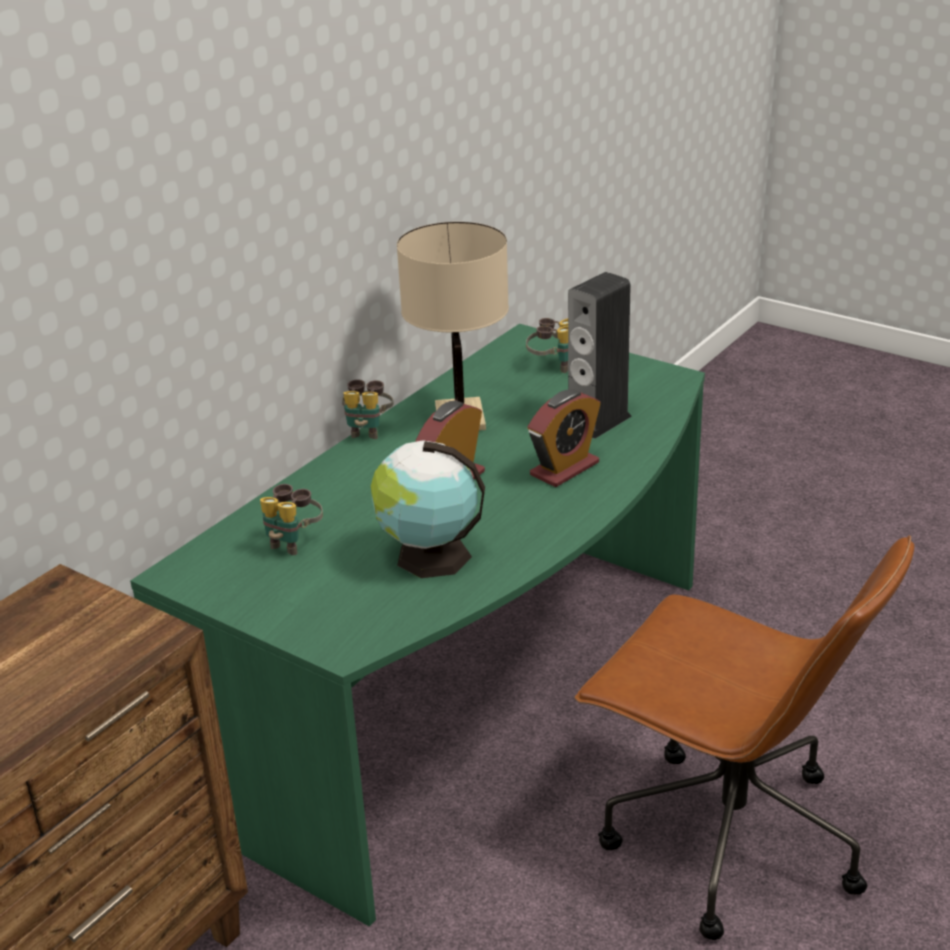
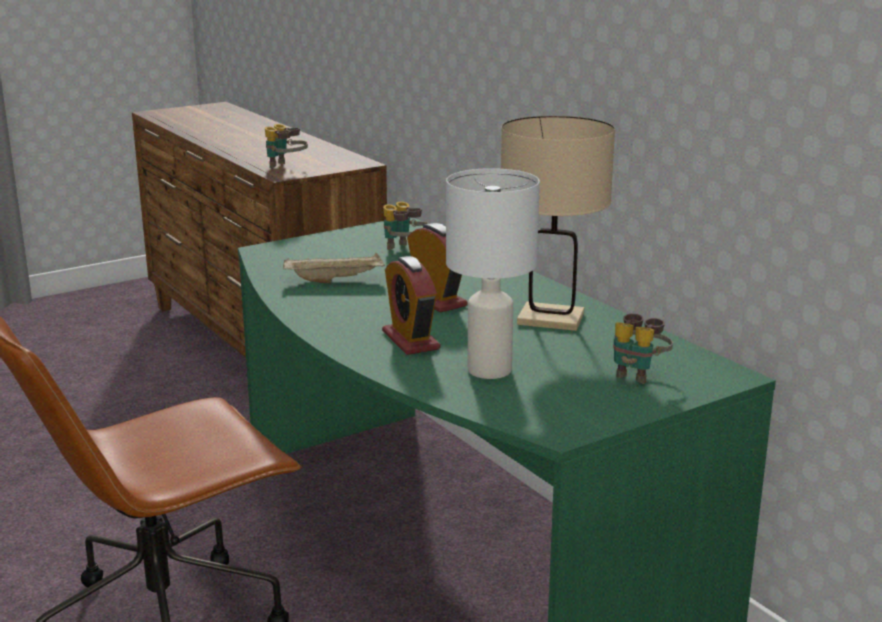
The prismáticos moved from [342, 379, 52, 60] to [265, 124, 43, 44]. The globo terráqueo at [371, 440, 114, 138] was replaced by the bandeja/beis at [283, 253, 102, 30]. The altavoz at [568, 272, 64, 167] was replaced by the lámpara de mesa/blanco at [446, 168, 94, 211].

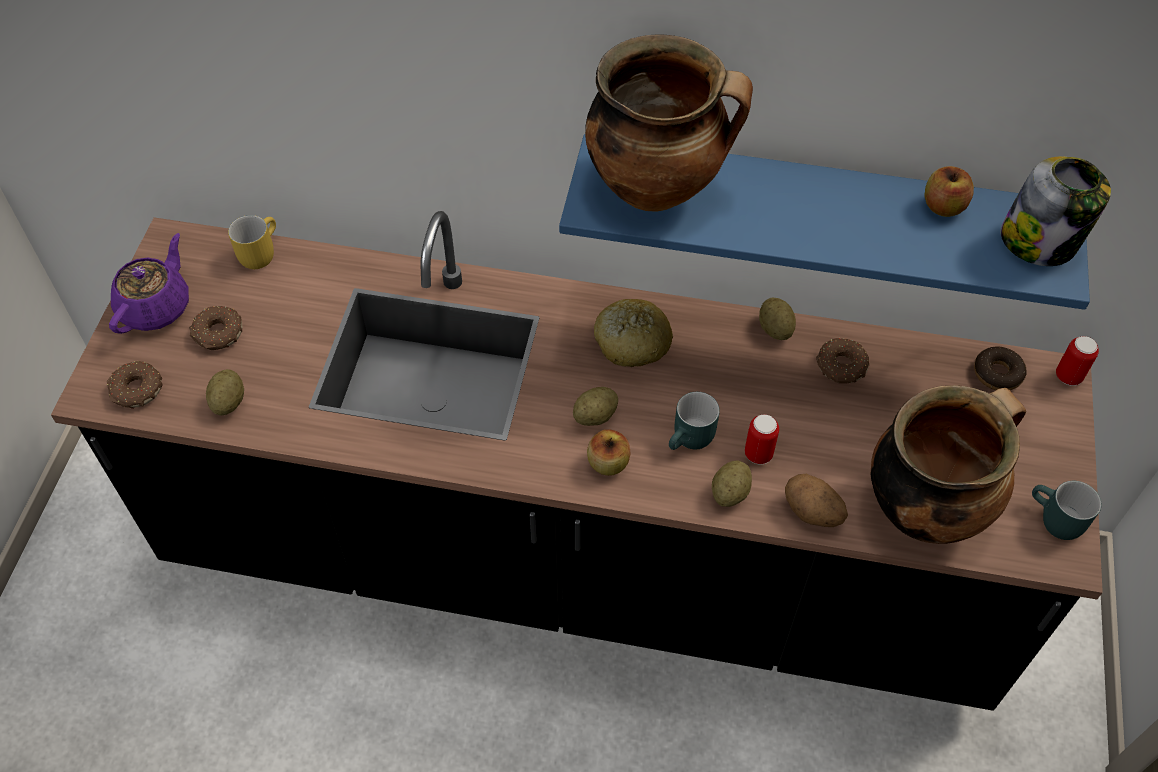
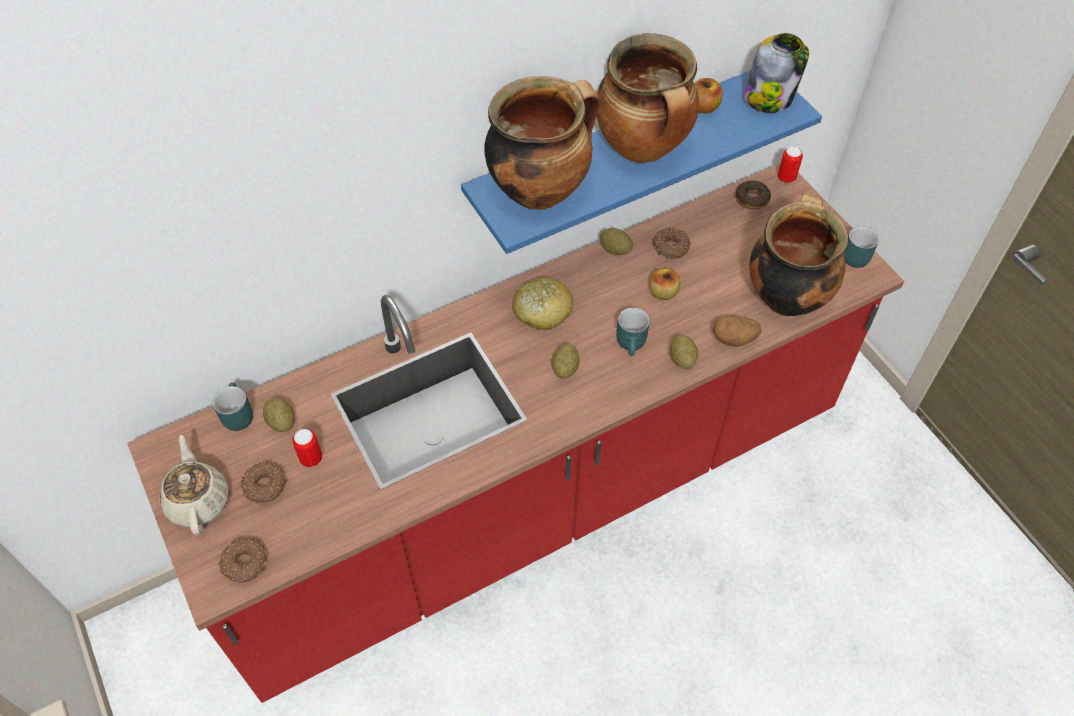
The mueble bajo de cocina/negro at [51, 211, 1052, 500] became the mueble bajo de cocina/rojo at [127, 163, 777, 540]. The tetera/morado at [109, 233, 80, 101] became the tetera/beis at [159, 435, 69, 100]. The taza grande/amarillo at [228, 215, 48, 54] became the taza grande/turquesa at [213, 383, 40, 48]. The patata moved from [206, 369, 38, 47] to [263, 398, 32, 34]. The lata moved from [745, 414, 34, 51] to [292, 429, 30, 38]. The olla at [597, 33, 102, 130] appeared. The manzana moved from [587, 429, 43, 47] to [649, 268, 31, 32].

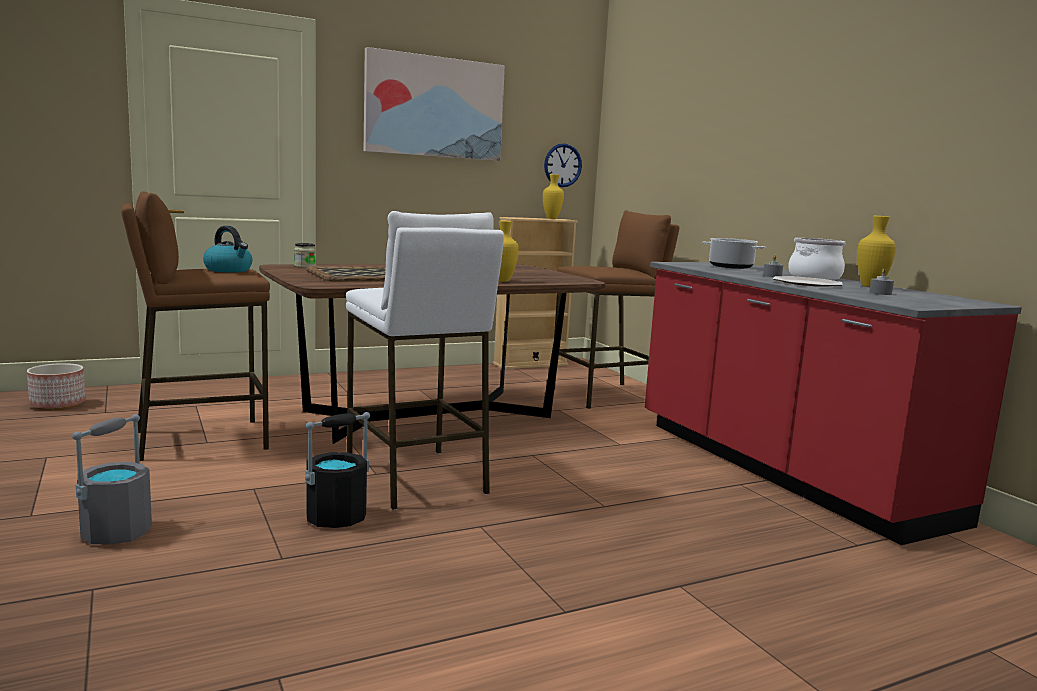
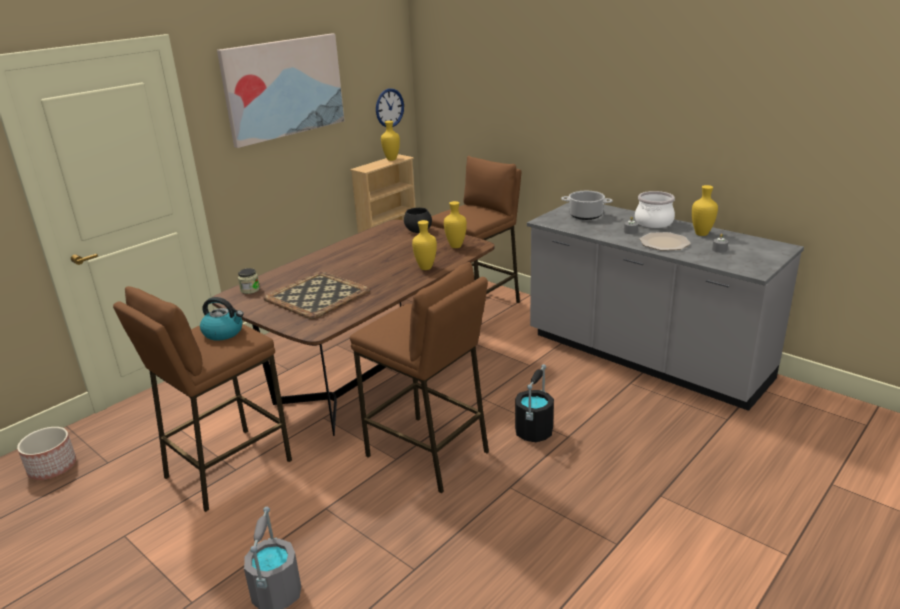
The taburete/blanco at [346, 211, 158, 299] became the taburete/marrón at [350, 262, 139, 232]. The cuenco/negro at [404, 208, 28, 25] appeared. The florero/amarillo at [444, 201, 23, 47] appeared. The cubo/negro moved from [305, 412, 65, 116] to [515, 364, 39, 79]. The mueble bajo de cocina/rojo at [645, 262, 377, 283] became the mueble bajo de cocina/gris at [527, 202, 277, 209].

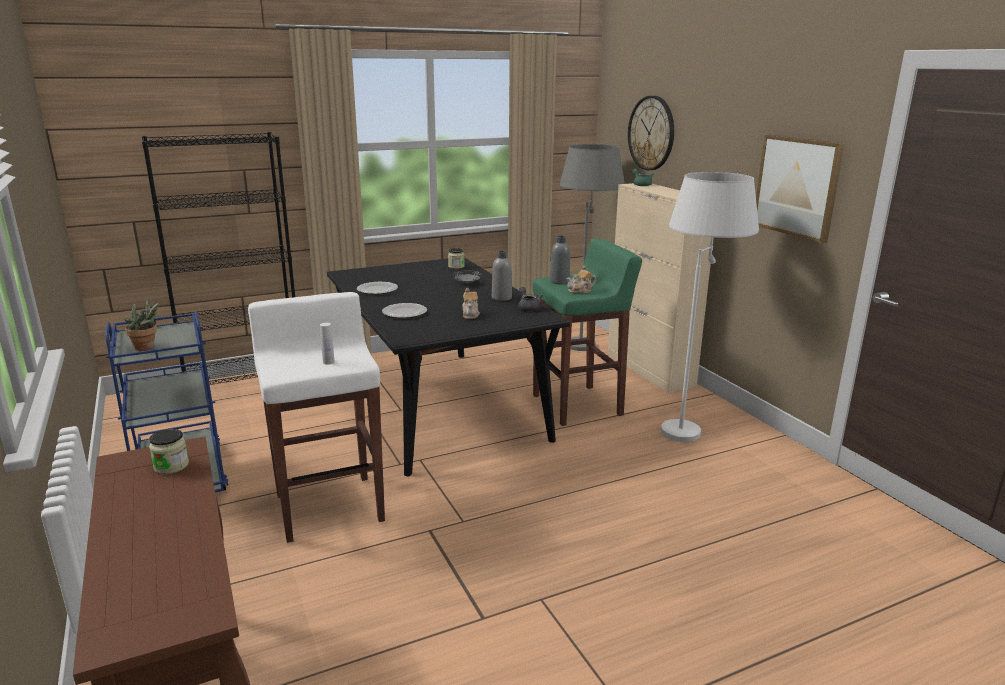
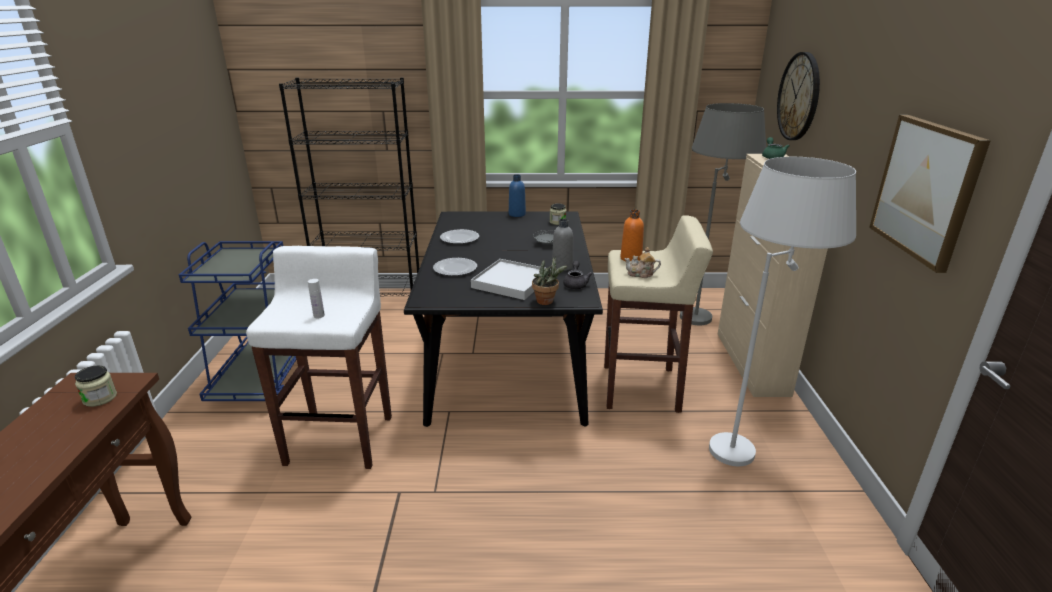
The tetera at [462, 288, 18, 31] was replaced by the bandeja/blanco at [471, 259, 80, 41]. The botella/azul at [509, 174, 17, 43] appeared. The planta en maceta moved from [124, 297, 35, 54] to [532, 256, 36, 49]. The taburete/verde at [533, 238, 109, 188] became the taburete/beis at [604, 215, 109, 198]. The botella/gris at [550, 236, 20, 48] became the botella/naranja at [620, 210, 24, 51].

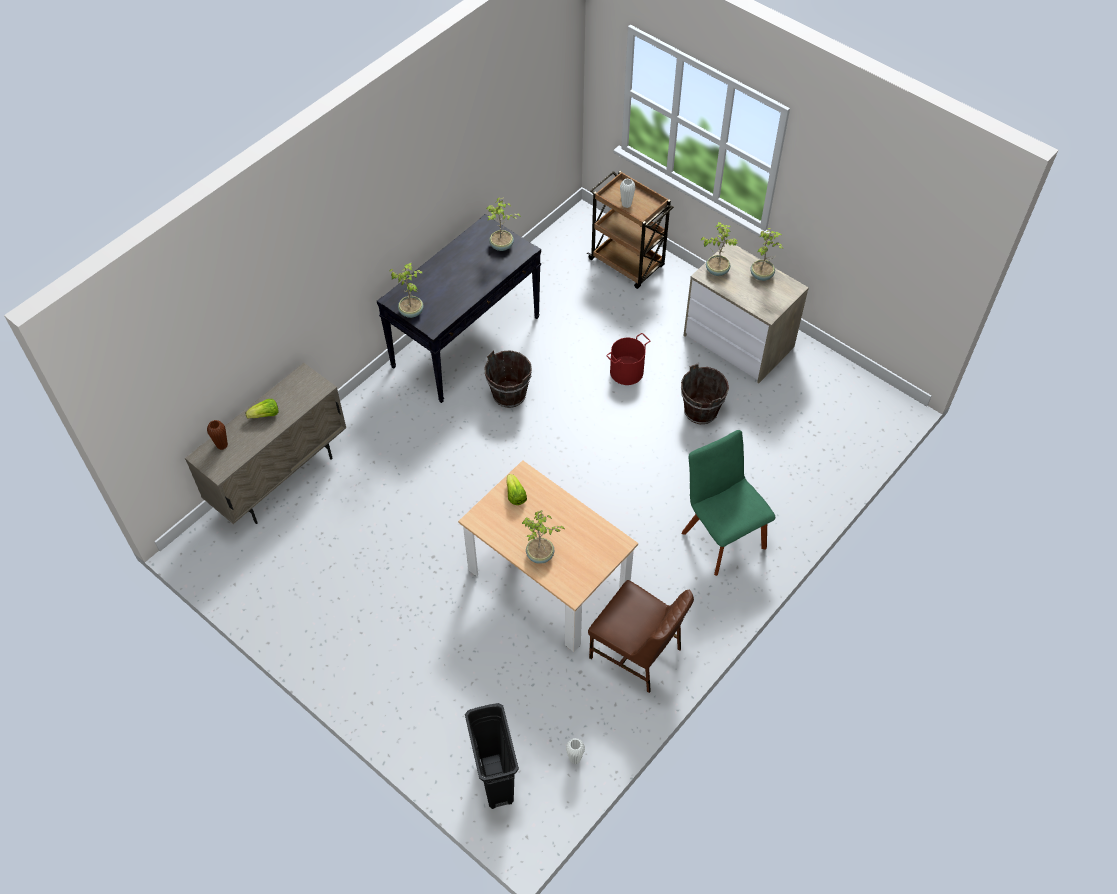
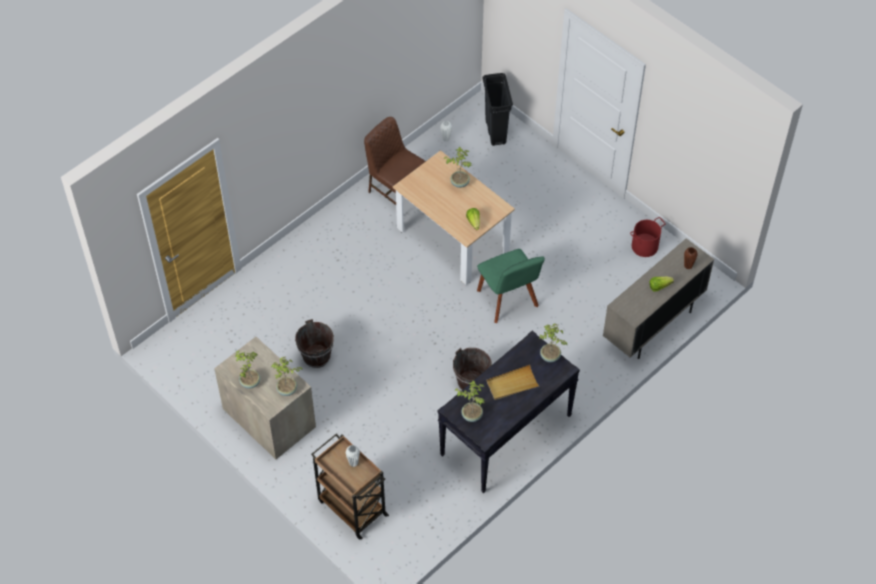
The silla/verde moved from [682, 430, 93, 146] to [477, 249, 68, 74]. The bandeja/beis at [486, 365, 53, 35] appeared. The cubo/rojo moved from [606, 333, 44, 52] to [630, 217, 36, 40].

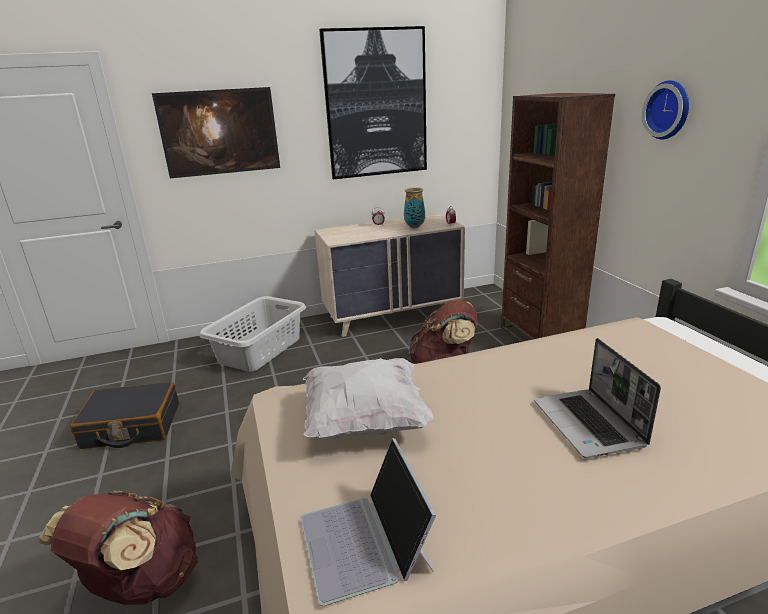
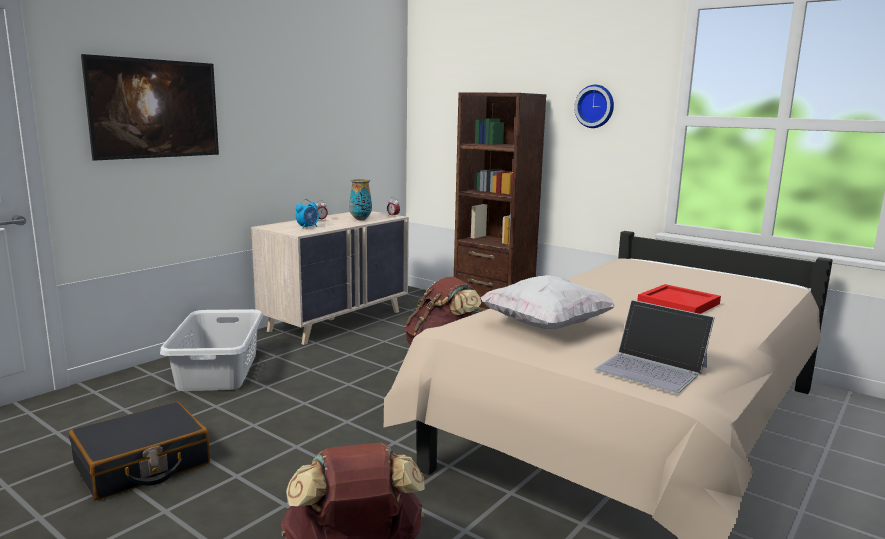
The despertador at [296, 199, 23, 30] appeared. The portátil at [534, 338, 127, 120] was replaced by the bandeja/rojo at [637, 284, 84, 30]. The cuadro at [319, 26, 108, 153] disappeared.

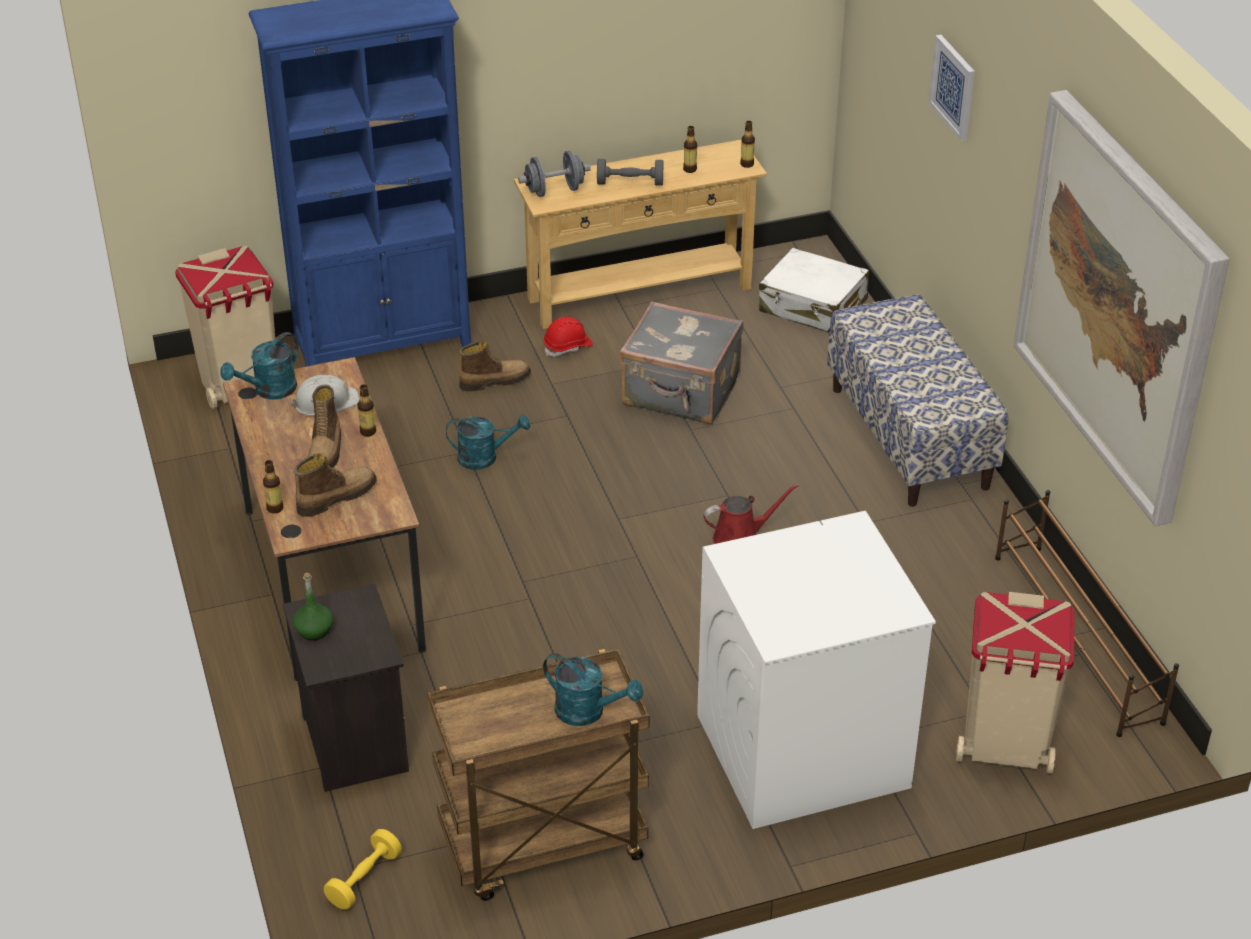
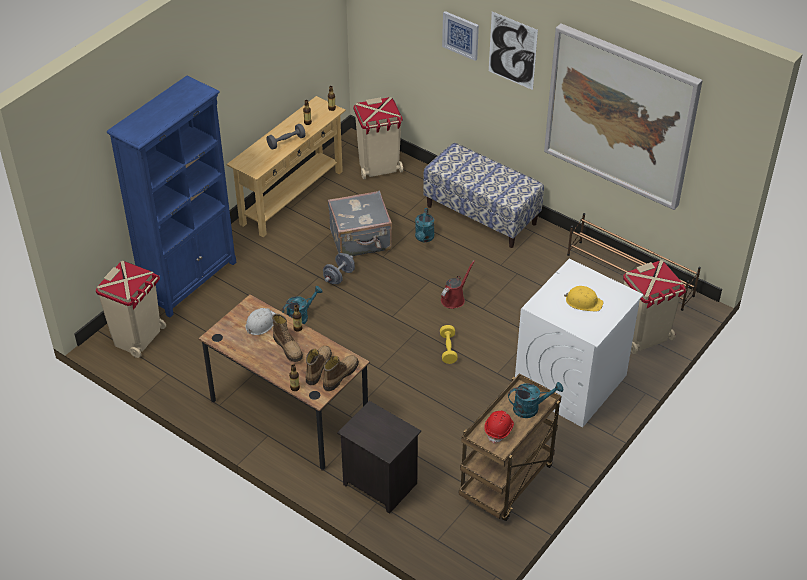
The mancuerna/gris moved from [518, 151, 73, 46] to [323, 253, 32, 31]. The bota moved from [459, 341, 72, 51] to [323, 355, 36, 36]. The maleta/blanco at [759, 248, 110, 85] was replaced by the papelera/beis at [354, 97, 49, 82]. The regadera/turquesa moved from [220, 332, 79, 67] to [415, 208, 20, 34]. The mancuerna/amarillo moved from [324, 829, 78, 80] to [440, 325, 18, 39]. The casco/rojo moved from [543, 316, 50, 41] to [484, 410, 30, 33]. The cuadro at [489, 12, 49, 78] appeared. The casco/amarillo at [564, 286, 39, 26] appeared. The botella/verde at [293, 573, 40, 67] disappeared.

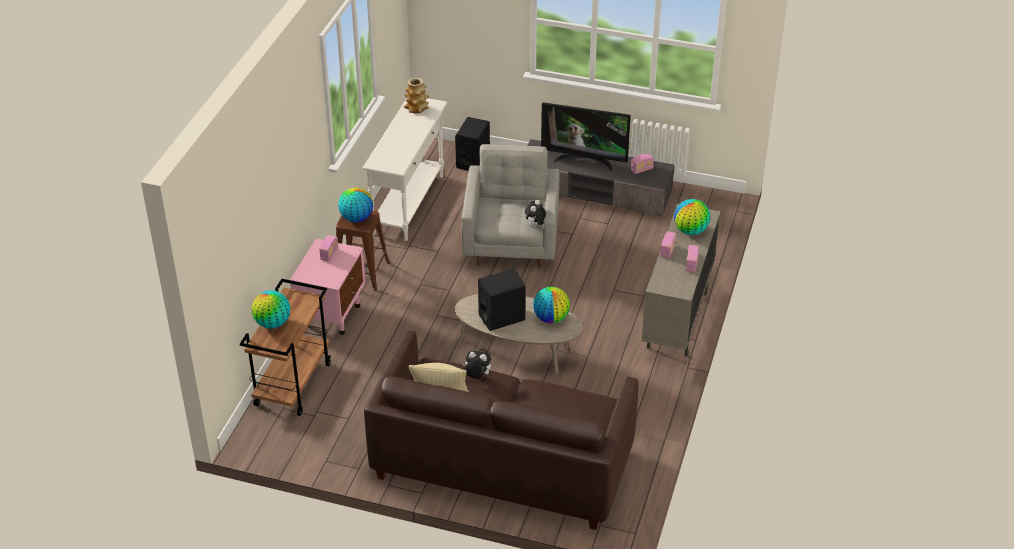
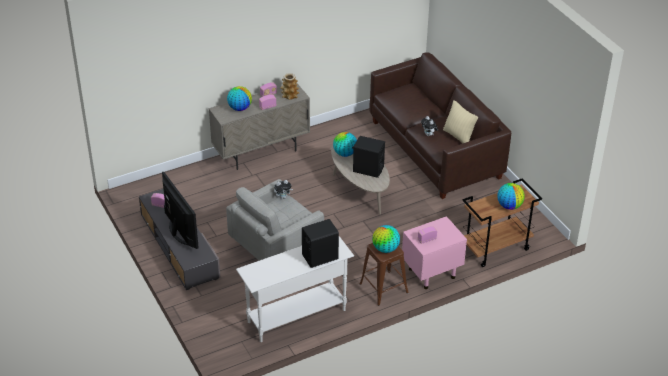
The florero moved from [404, 77, 26, 36] to [280, 73, 19, 27]. The altavoz/negro moved from [455, 117, 35, 54] to [302, 219, 37, 49].

